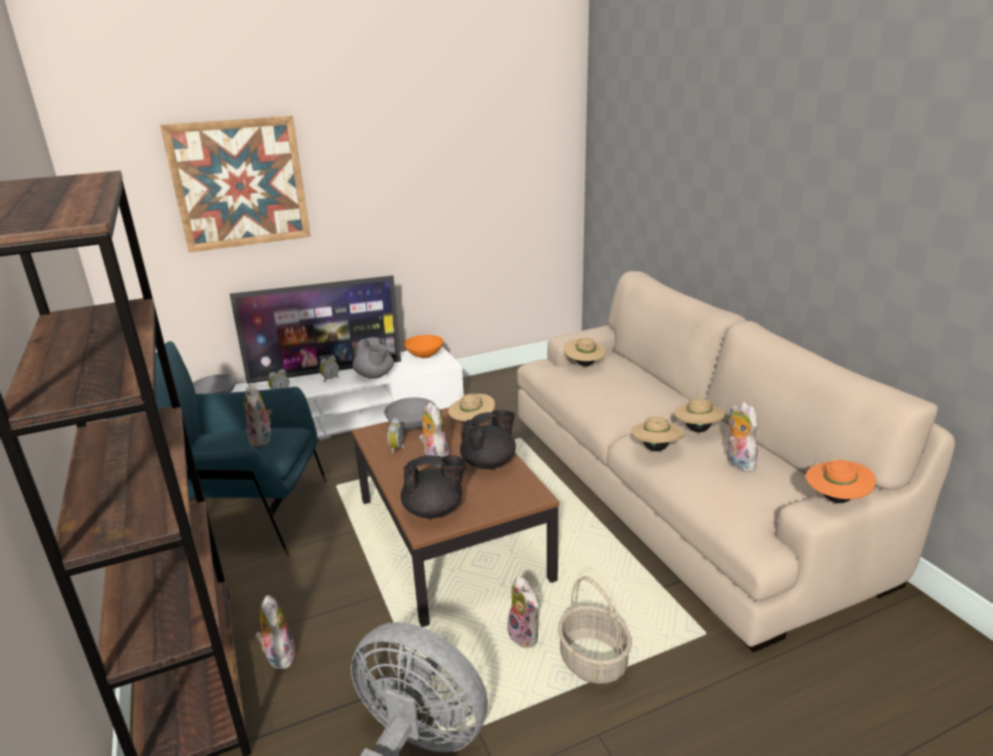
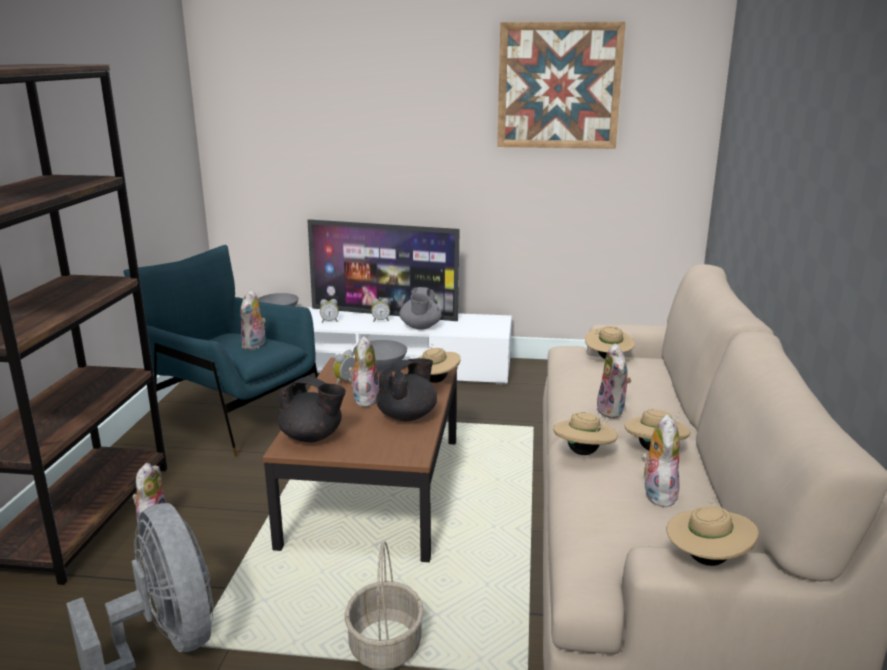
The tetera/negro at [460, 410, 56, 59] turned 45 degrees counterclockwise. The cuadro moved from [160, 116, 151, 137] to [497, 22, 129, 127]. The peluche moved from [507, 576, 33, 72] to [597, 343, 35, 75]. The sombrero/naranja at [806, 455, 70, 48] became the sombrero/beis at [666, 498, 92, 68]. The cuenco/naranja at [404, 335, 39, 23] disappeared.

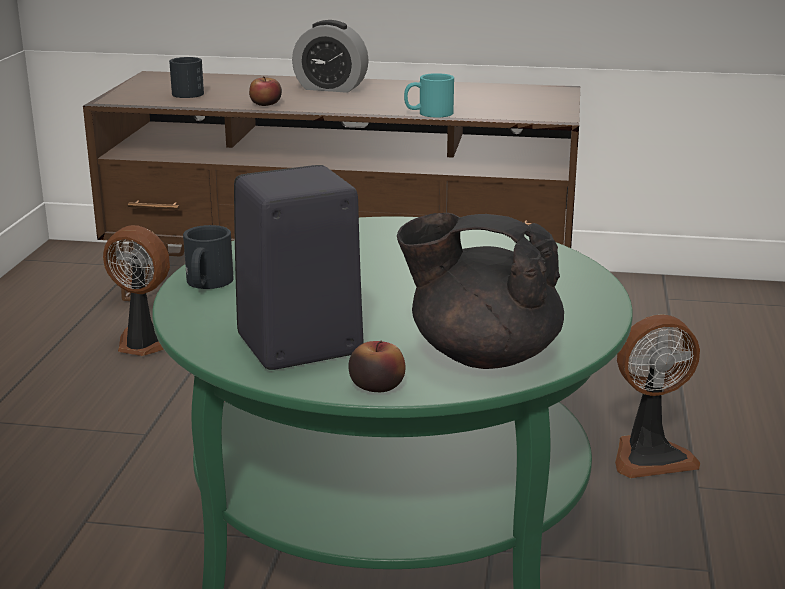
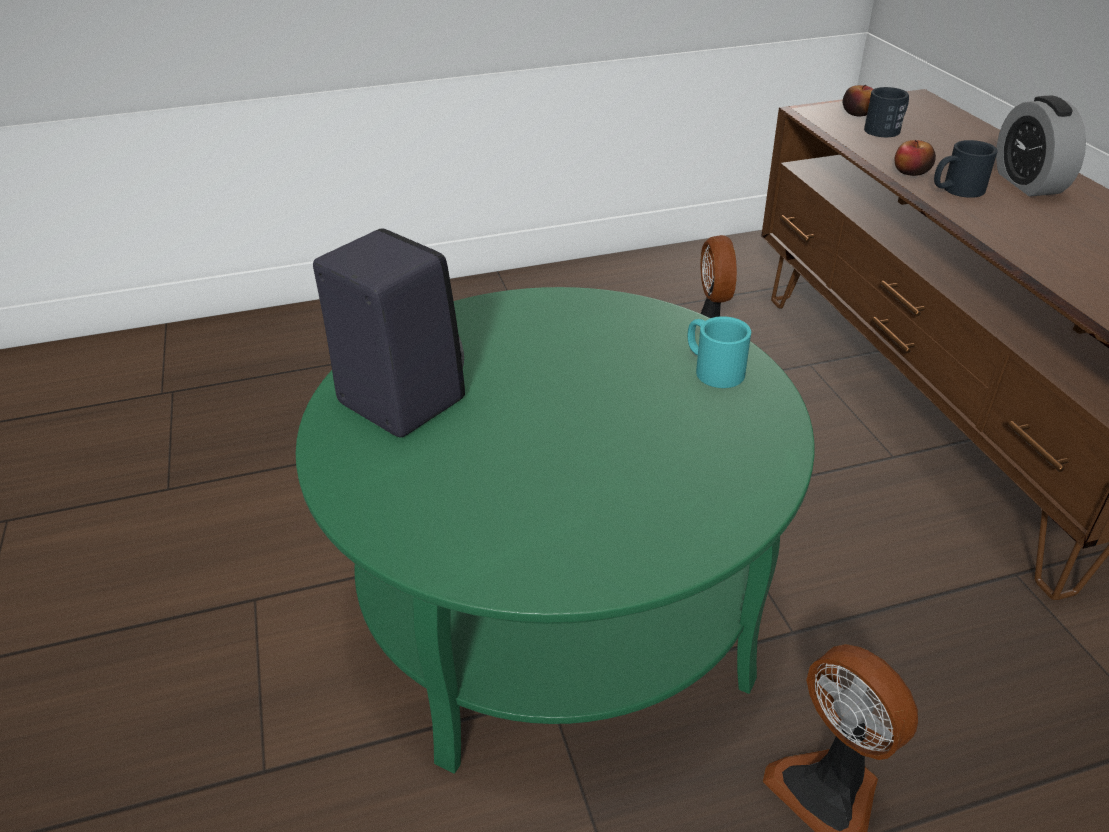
The taza grande/turquesa moved from [404, 73, 50, 44] to [688, 316, 63, 72]. The manzana moved from [348, 340, 57, 52] to [843, 85, 30, 31]. The taza grande/negro moved from [183, 225, 51, 64] to [934, 140, 64, 58]. The tetera/negro at [397, 213, 167, 156] disappeared.

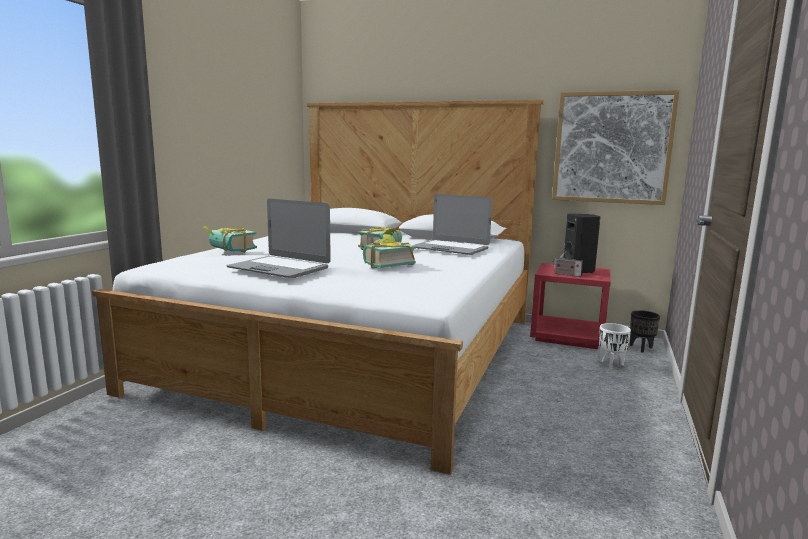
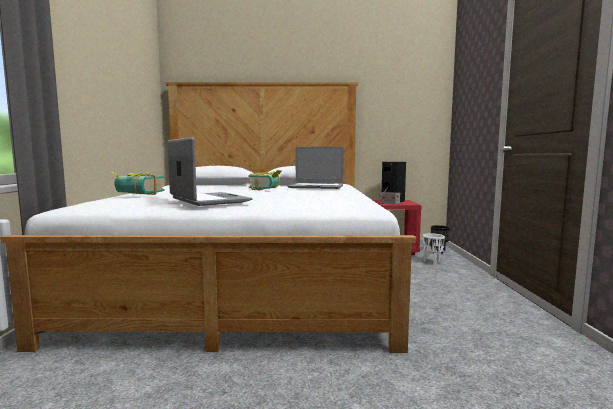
The portátil at [226, 199, 105, 79] turned 135 degrees counterclockwise. The libro at [363, 234, 53, 34] disappeared. The cuadro at [552, 90, 127, 115] disappeared.

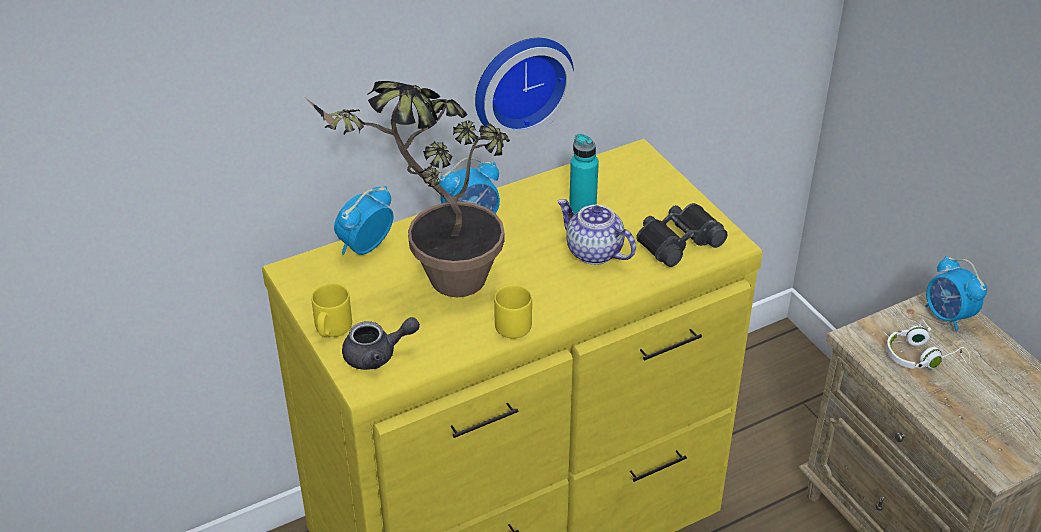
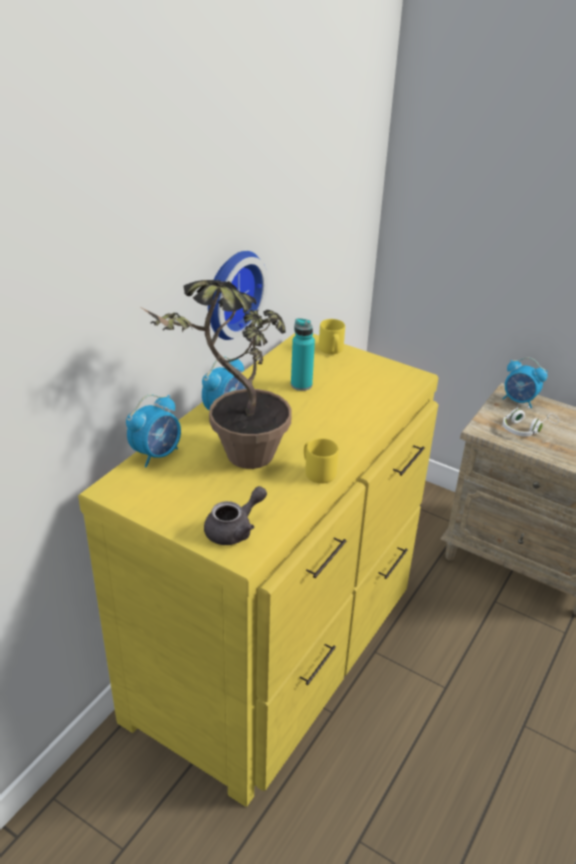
The despertador at [334, 186, 59, 69] turned 150 degrees counterclockwise. The taza grande/amarillo moved from [311, 283, 41, 54] to [319, 319, 26, 35]. The tetera at [558, 199, 78, 66] disappeared. The prismáticos/negro at [636, 203, 91, 64] disappeared.

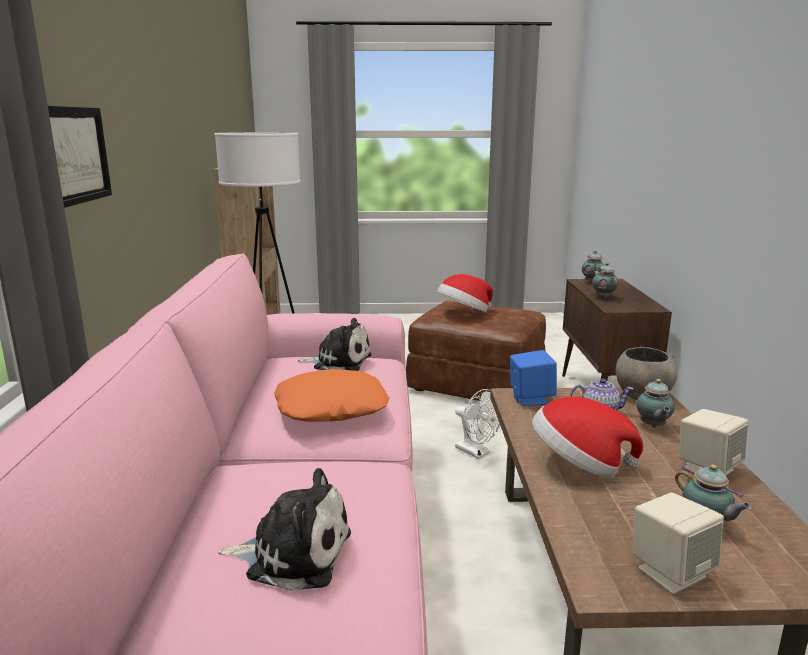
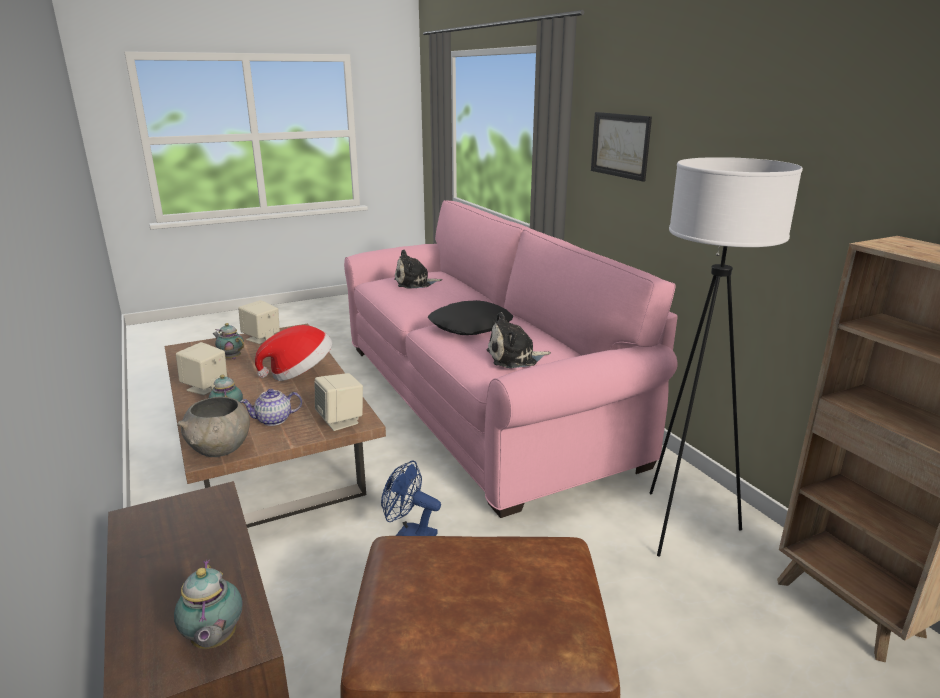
The altavoz/azul at [510, 350, 47, 56] became the altavoz/beis at [315, 373, 48, 58]. The ventilador/blanco at [455, 389, 45, 70] became the ventilador/azul at [381, 460, 60, 76]. The cojín/naranja at [274, 369, 115, 53] became the cojín/negro at [428, 300, 85, 35]. The sombrero at [437, 274, 56, 39] disappeared. The tetera at [592, 263, 27, 35] disappeared.

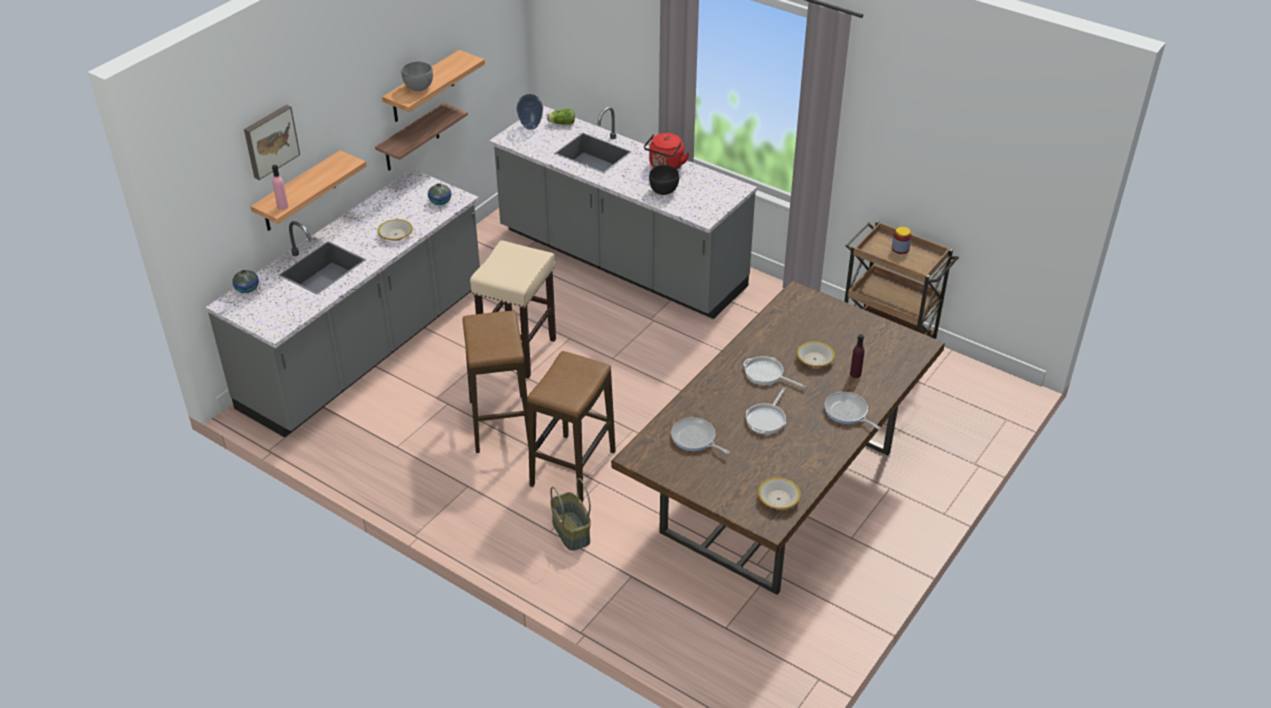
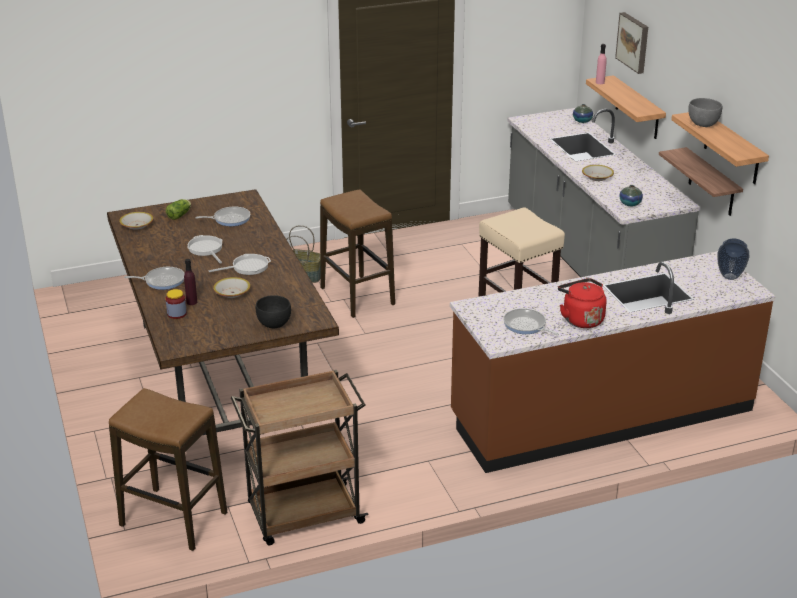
The taburete moved from [463, 311, 66, 142] to [109, 388, 118, 163]. The lechuga moved from [547, 109, 28, 16] to [166, 199, 25, 21]. The tarro moved from [892, 227, 20, 27] to [166, 289, 21, 30]. The cuenco/negro moved from [649, 165, 30, 30] to [256, 295, 35, 33]. The mueble bajo de cocina/gris at [489, 106, 268, 213] became the mueble bajo de cocina/marrón at [450, 251, 325, 222]. The sartén at [503, 308, 56, 27] appeared.

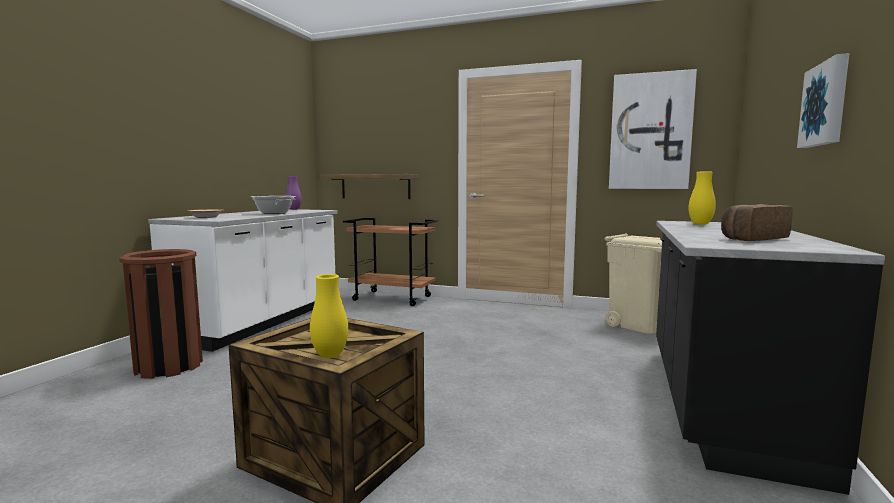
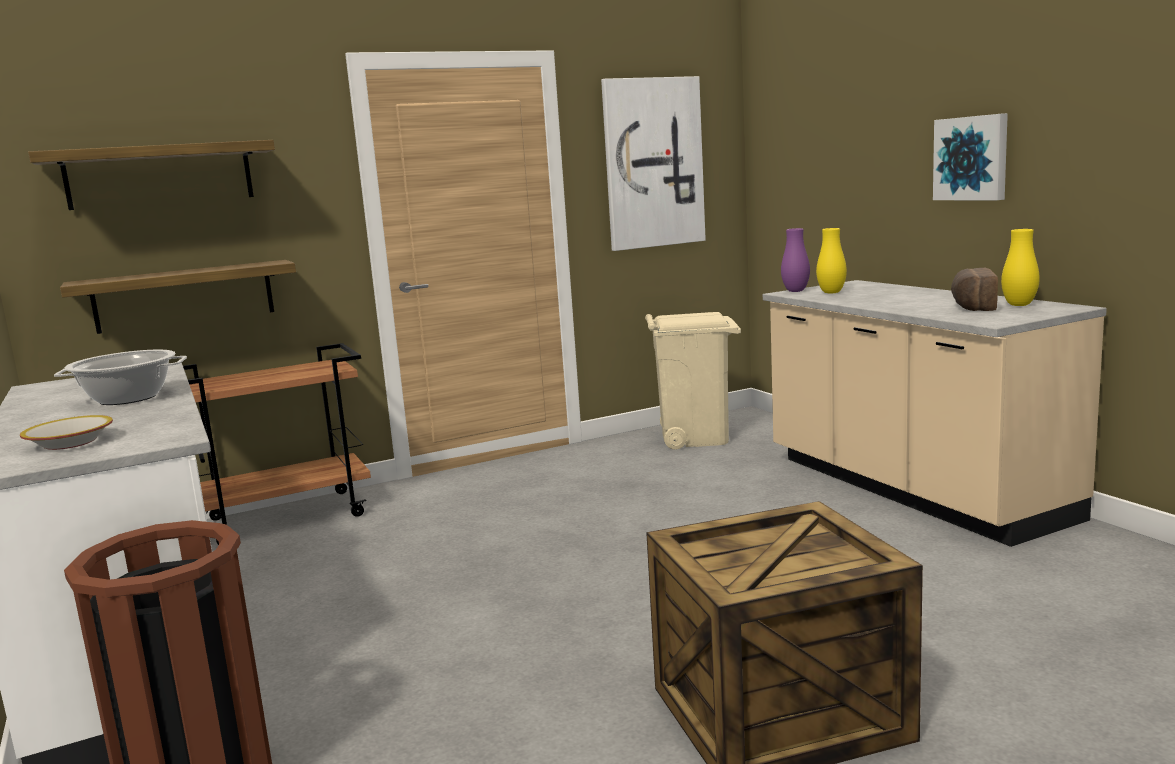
The estante at [28, 140, 247, 70] appeared. The mueble bajo de cocina/negro at [656, 221, 229, 274] became the mueble bajo de cocina/beis at [763, 280, 344, 267]. The florero/morado moved from [286, 176, 16, 34] to [781, 228, 29, 64]. The florero/amarillo moved from [310, 274, 39, 84] to [1001, 229, 39, 77].

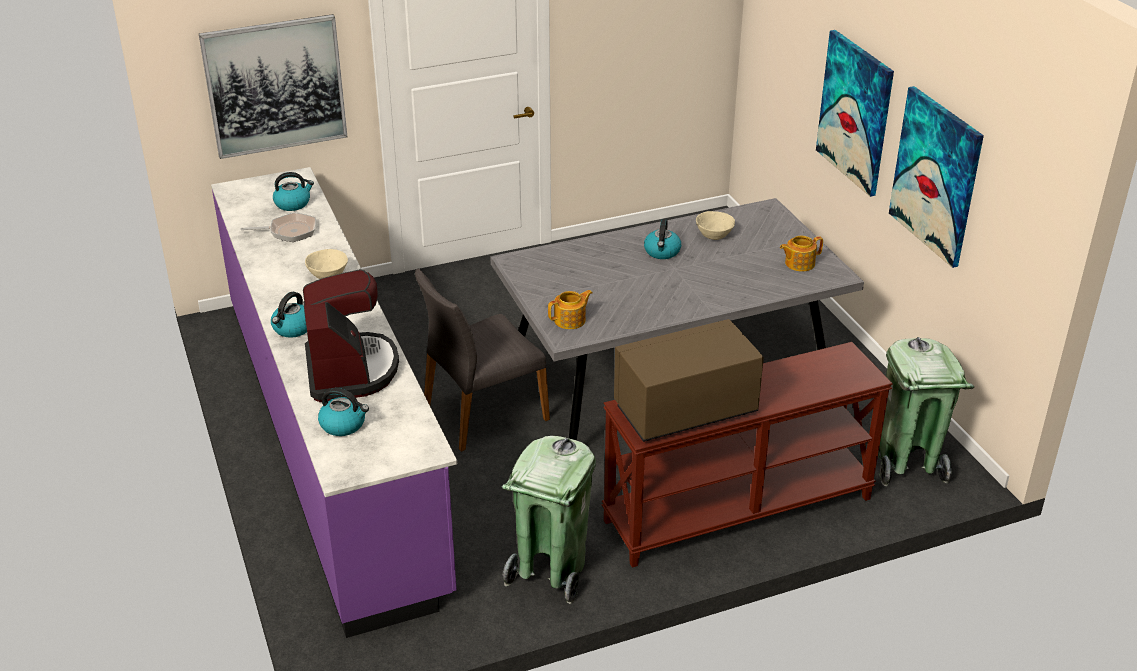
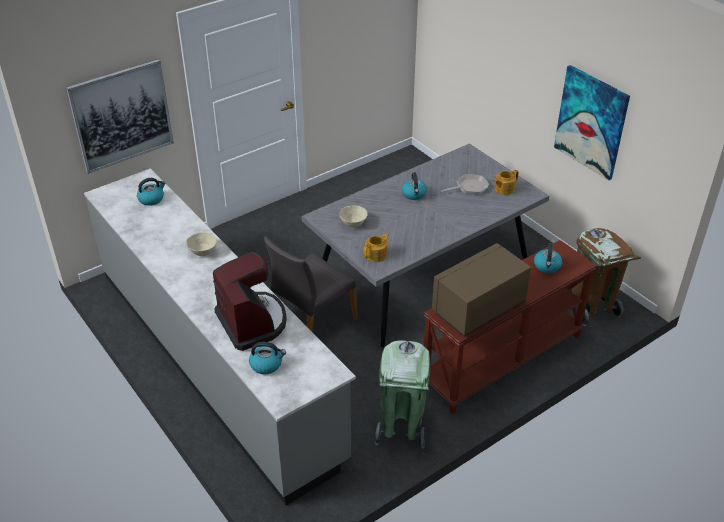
The mueble bajo de cocina/morado at [211, 167, 246, 471] became the mueble bajo de cocina/gris at [84, 168, 272, 337]. The cuenco/beis moved from [696, 211, 39, 29] to [339, 205, 28, 22]. The sartén moved from [240, 212, 76, 30] to [441, 174, 48, 21]. The hervidor moved from [271, 292, 36, 46] to [534, 243, 28, 30]. The papelera/verde at [878, 337, 96, 149] became the papelera/marrón at [572, 228, 69, 98]. The cuadro at [816, 30, 78, 167] disappeared.

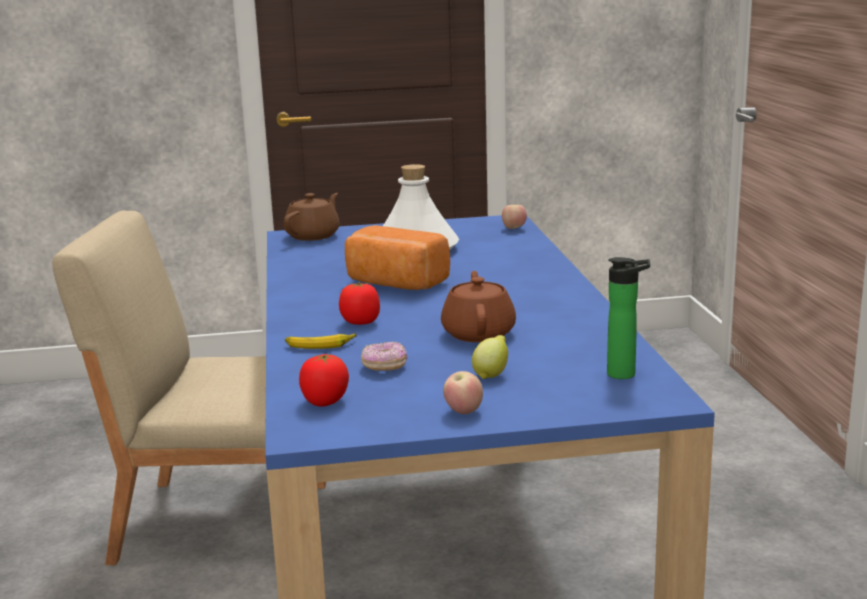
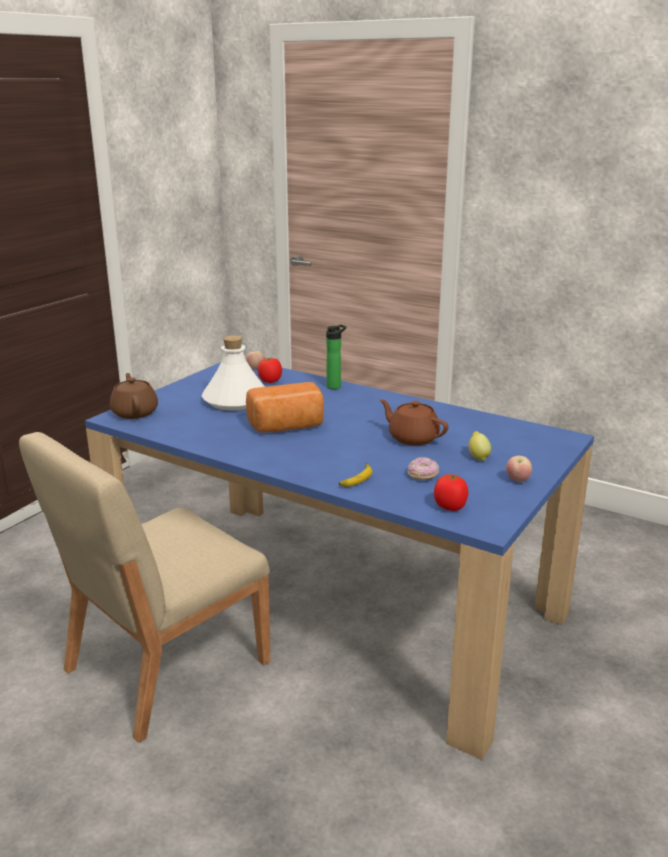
The tomate moved from [339, 282, 41, 43] to [258, 358, 24, 25]. The botella moved from [607, 257, 43, 122] to [326, 325, 21, 64].

